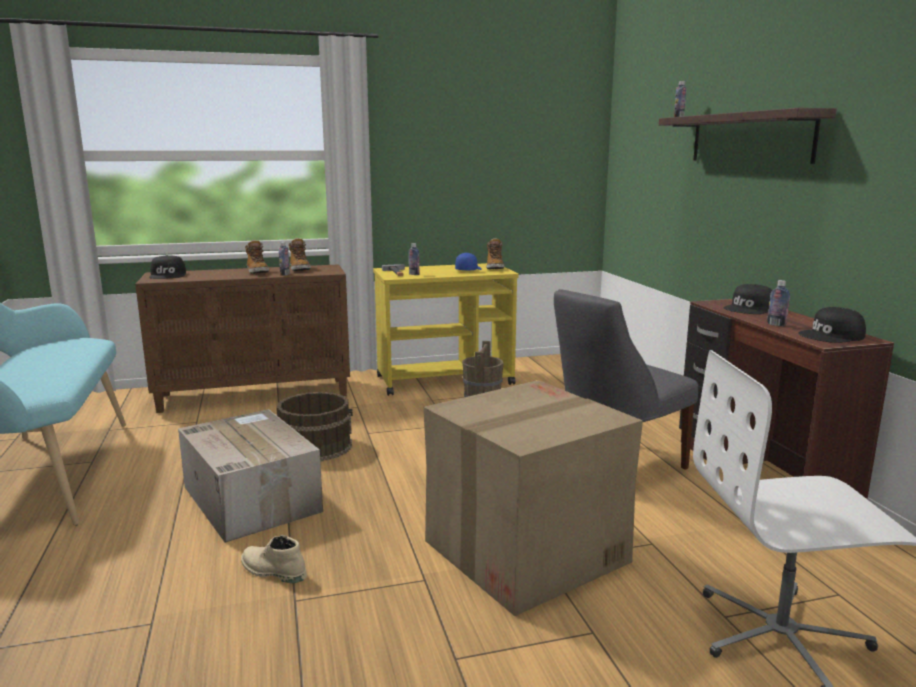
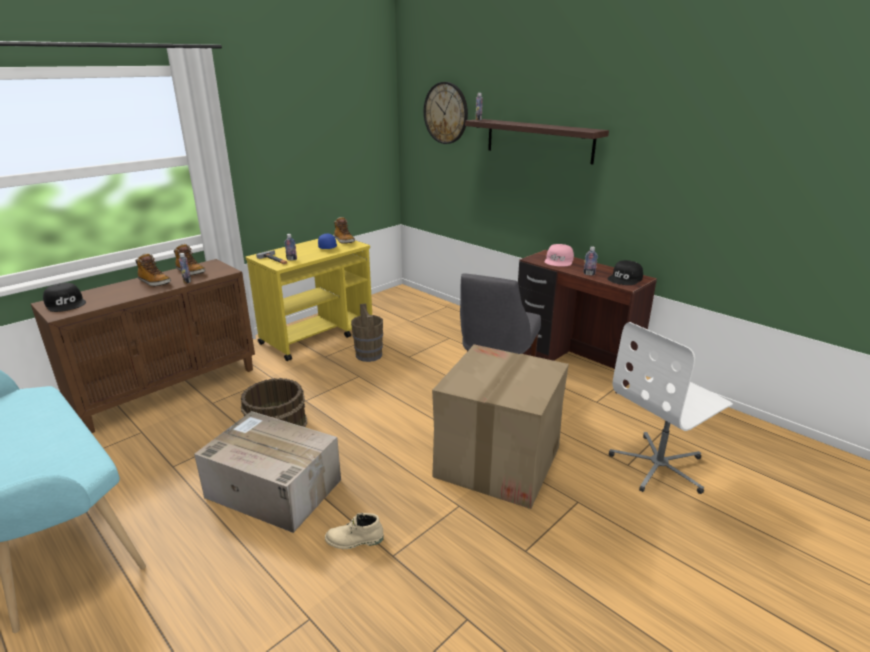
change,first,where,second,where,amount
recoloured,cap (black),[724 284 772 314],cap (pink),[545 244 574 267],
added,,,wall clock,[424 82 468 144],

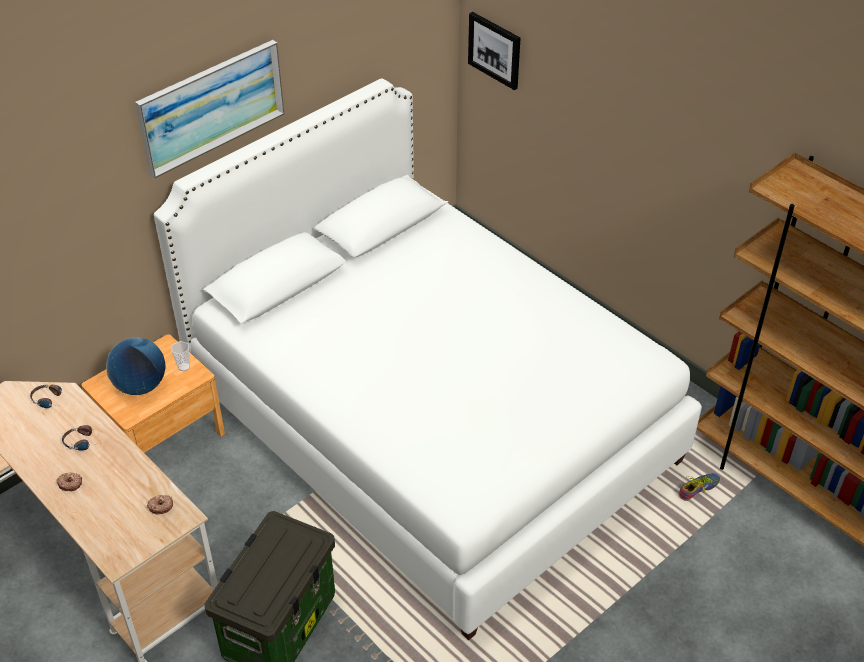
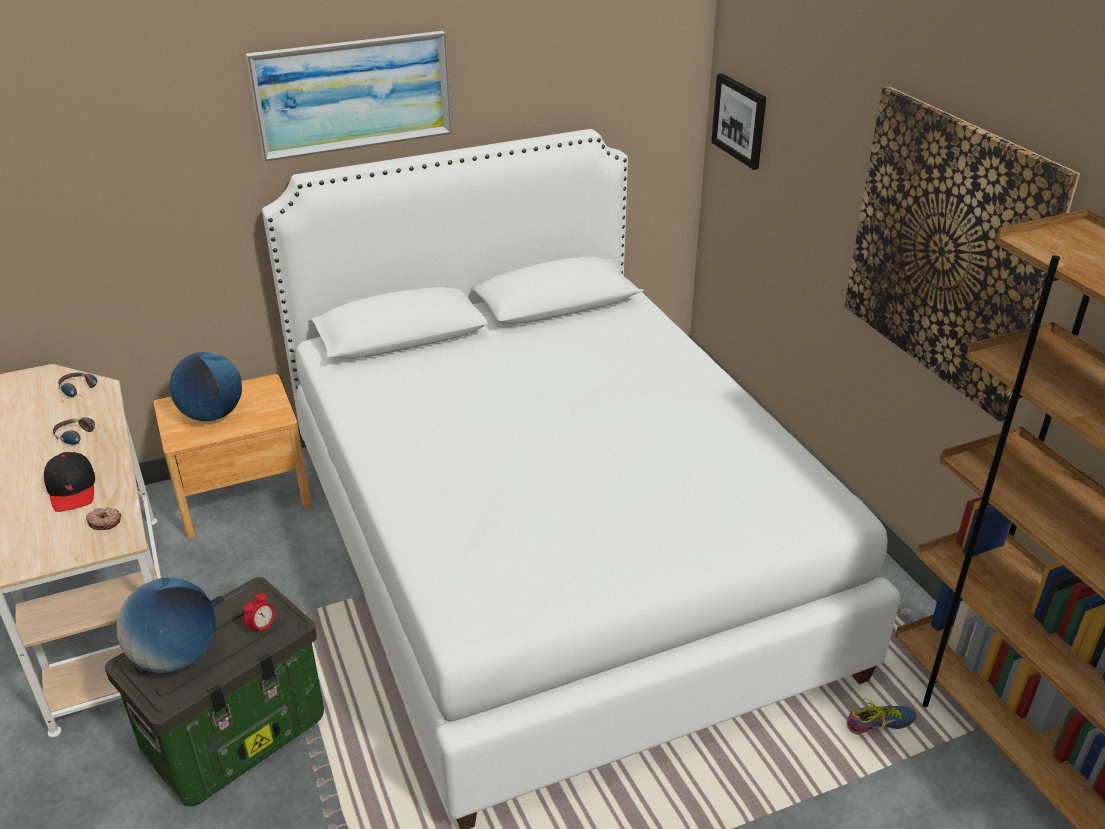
change,first,where,second,where,amount
removed,cup,[171 341 190 371],,,
removed,donut,[56 473 82 491],,,
added,,,picture,[845 87 1080 422],
added,,,cap (black),[44 452 95 512],
added,,,globe,[116 578 216 673],
added,,,alarm clock,[243 591 275 637],

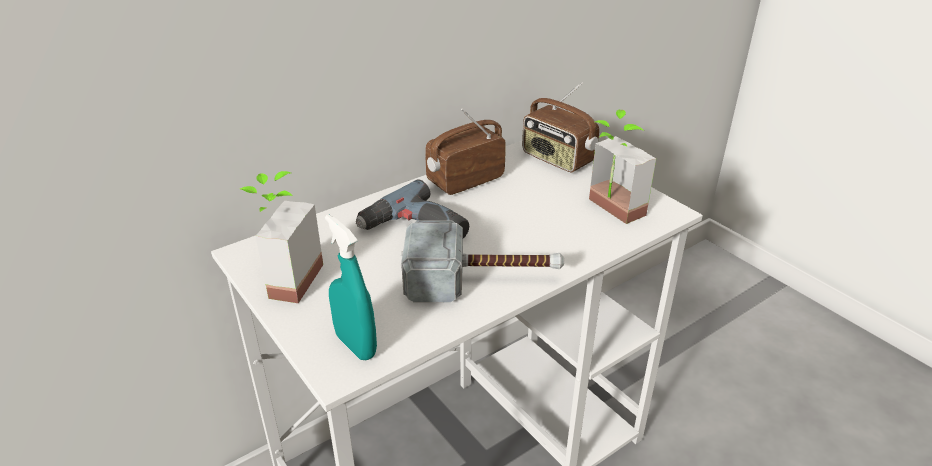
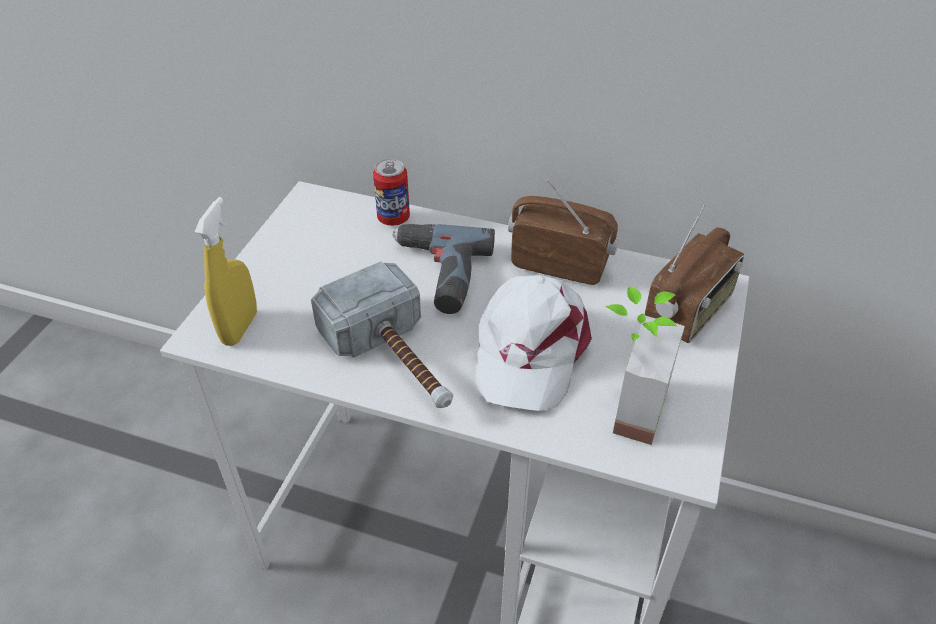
change,first,where,second,where,amount
turned,radio,[522 82 599 172],,[645 204 744 343],150 degrees counterclockwise
removed,potted plant,[240 171 323 303],,,
recoloured,spray bottle (turquoise),[325 214 377 360],spray bottle (yellow),[195 197 257 346],
added,,,can,[373 159 410 226],
added,,,cap (white),[475 275 592 411],

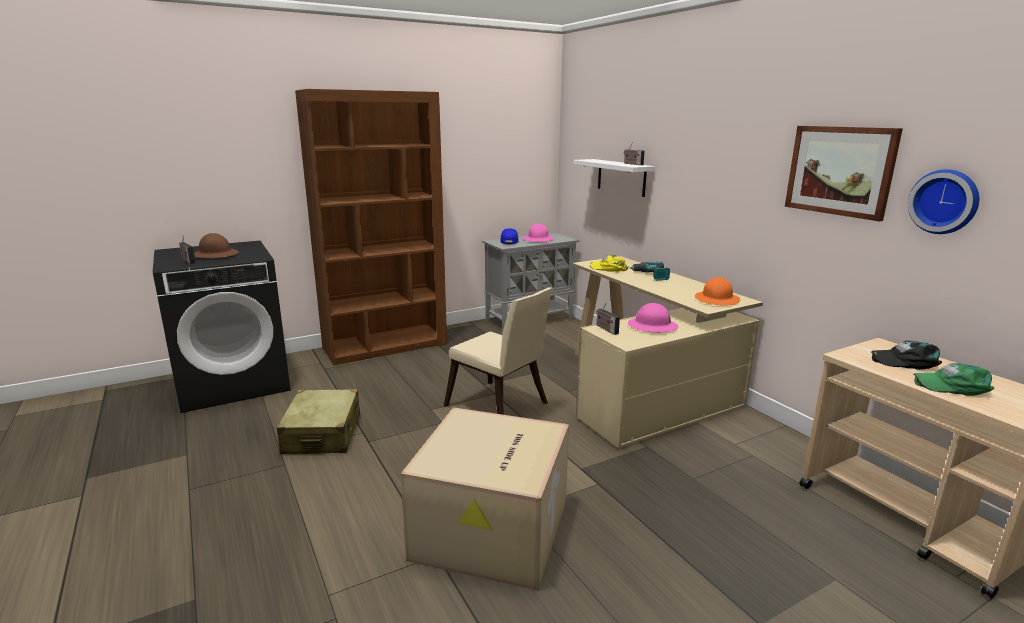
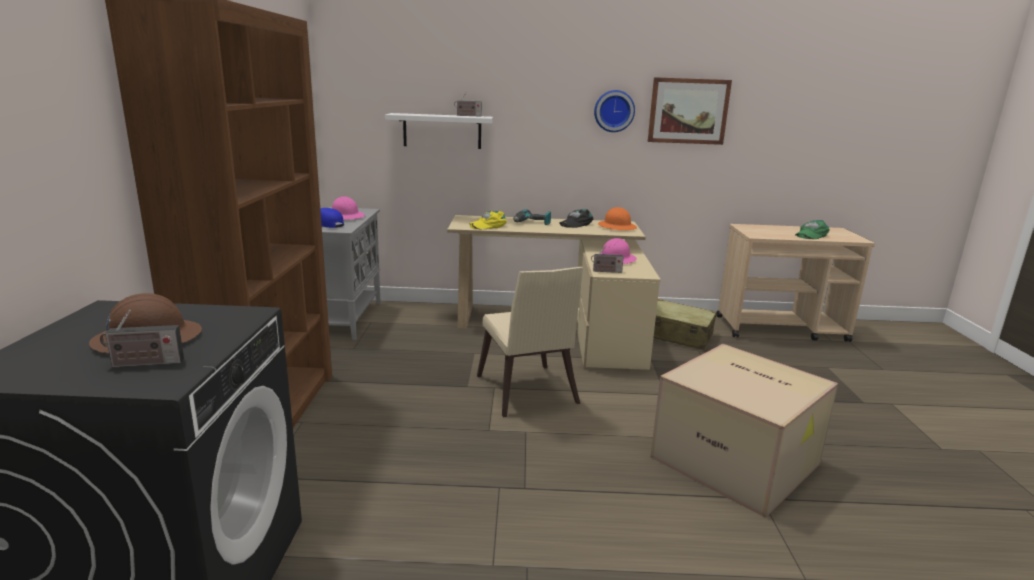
change,first,where,second,where,amount
moved,wall clock,[908 169 979 234],,[594 90 635 132],
turned,chair (beige),[444 287 552 415],,[477 267 583 417],90 degrees clockwise
moved,cap (black),[871 340 942 370],,[559 209 593 228],
moved,suitcase (beige),[277 389 360 454],,[654 299 717 350],

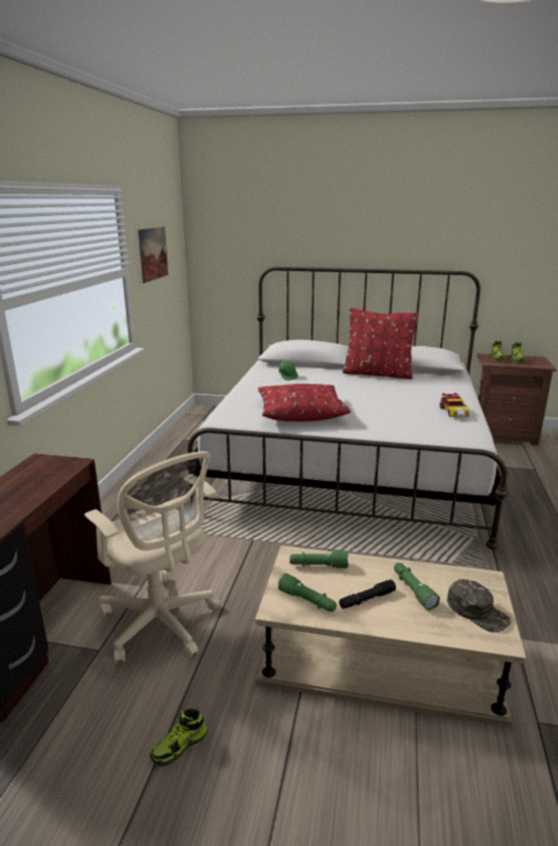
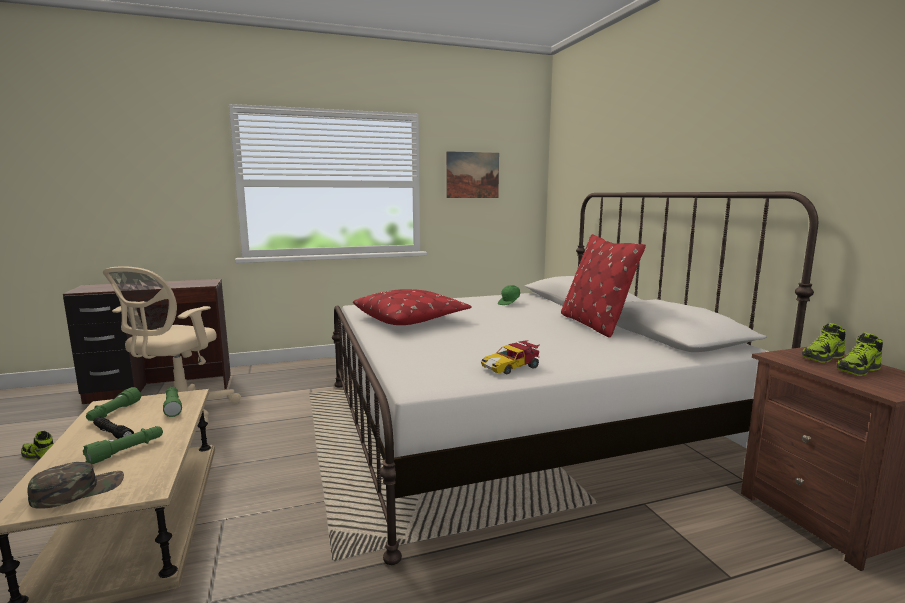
change,first,where,second,where,amount
turned,cap (green),[447 579 511 633],,[27 462 124 509],150 degrees counterclockwise

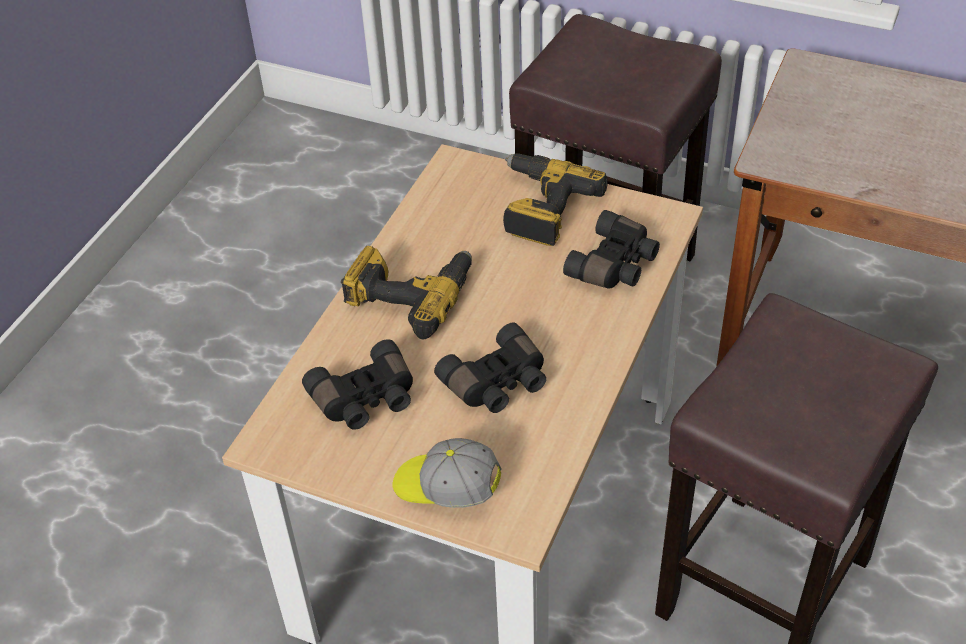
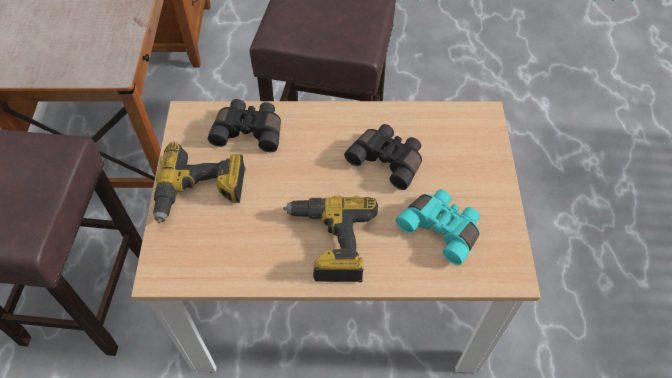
change,first,where,second,where,amount
recoloured,binoculars (black),[302 339 413 430],binoculars (turquoise),[396 189 480 266],
removed,cap,[393 438 501 508],,,

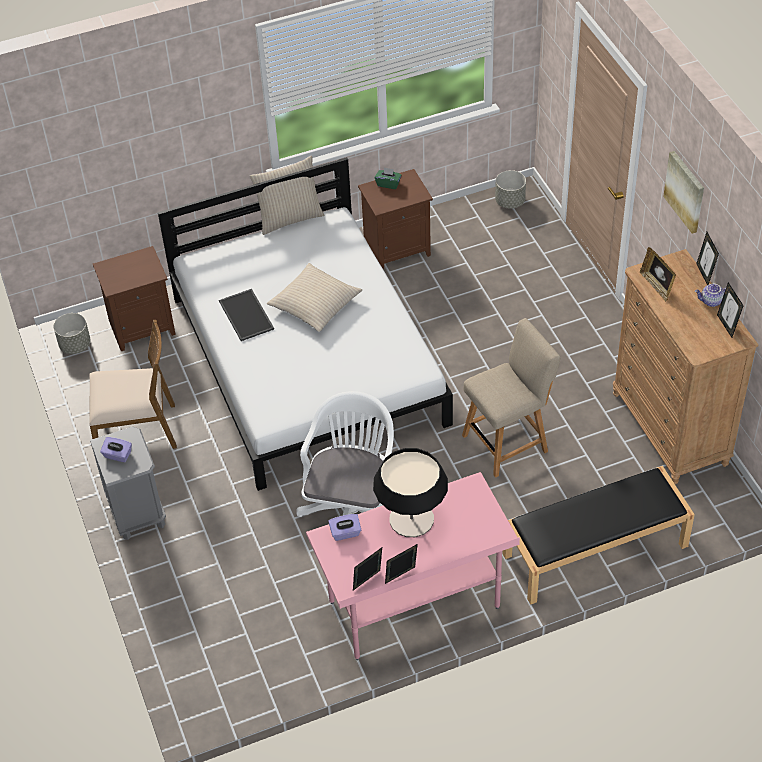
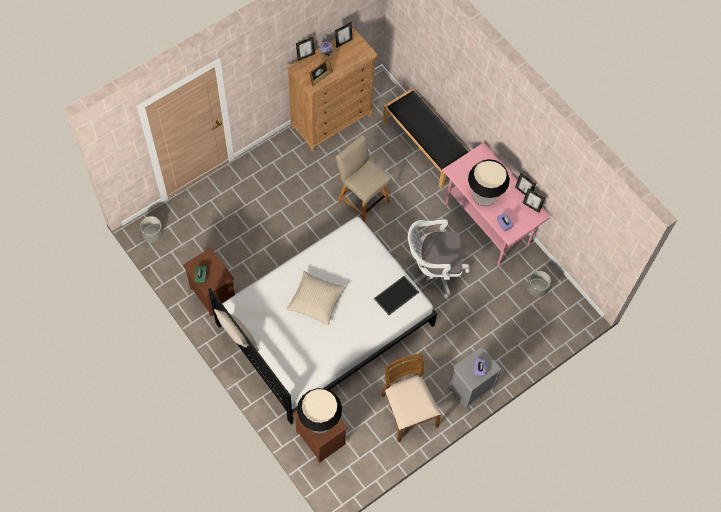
change,first,where,second,where,amount
removed,picture,[663 151 704 234],,,
moved,tray,[219 289 274 341],,[374 276 419 315],
moved,planter (grey),[54 313 91 354],,[527 271 551 297],
added,,,table lamp,[297 388 342 434],

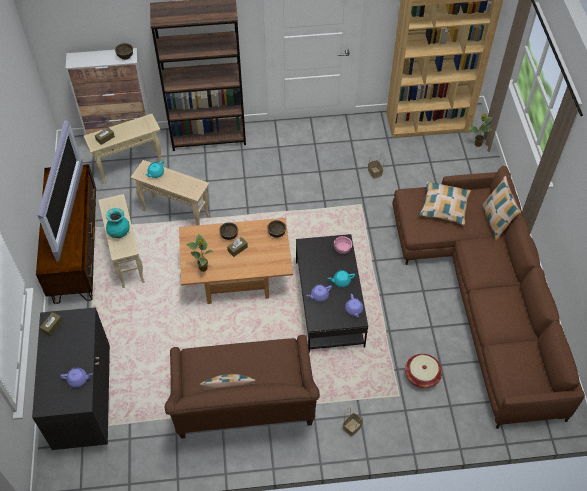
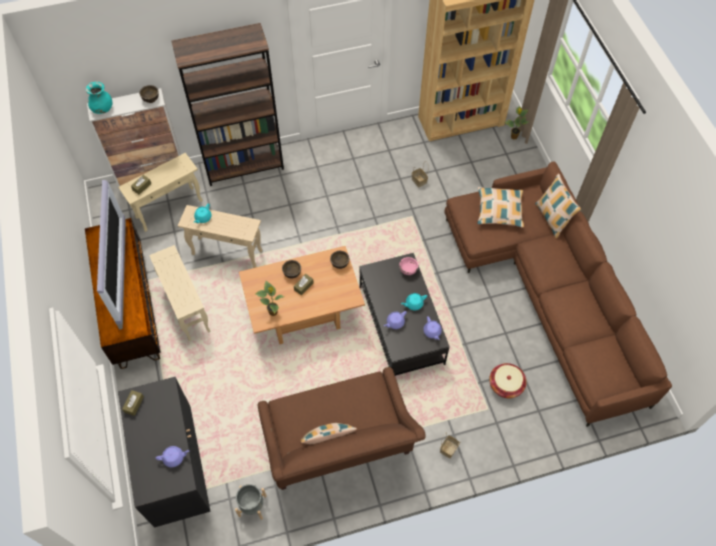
change,first,where,second,where,amount
moved,vase (turquoise),[106 208 130 238],,[86 81 112 114],
added,,,planter (grey),[235 484 267 520],

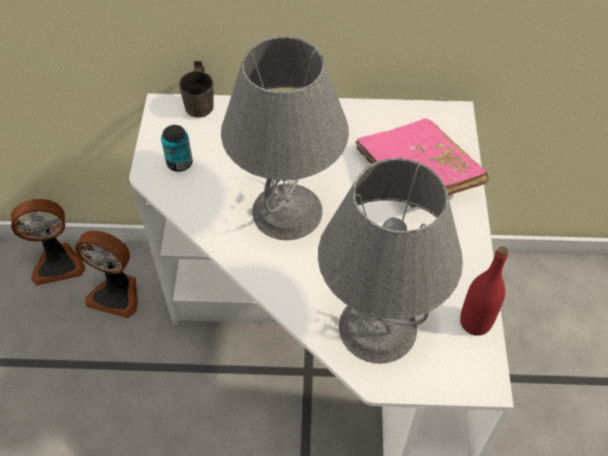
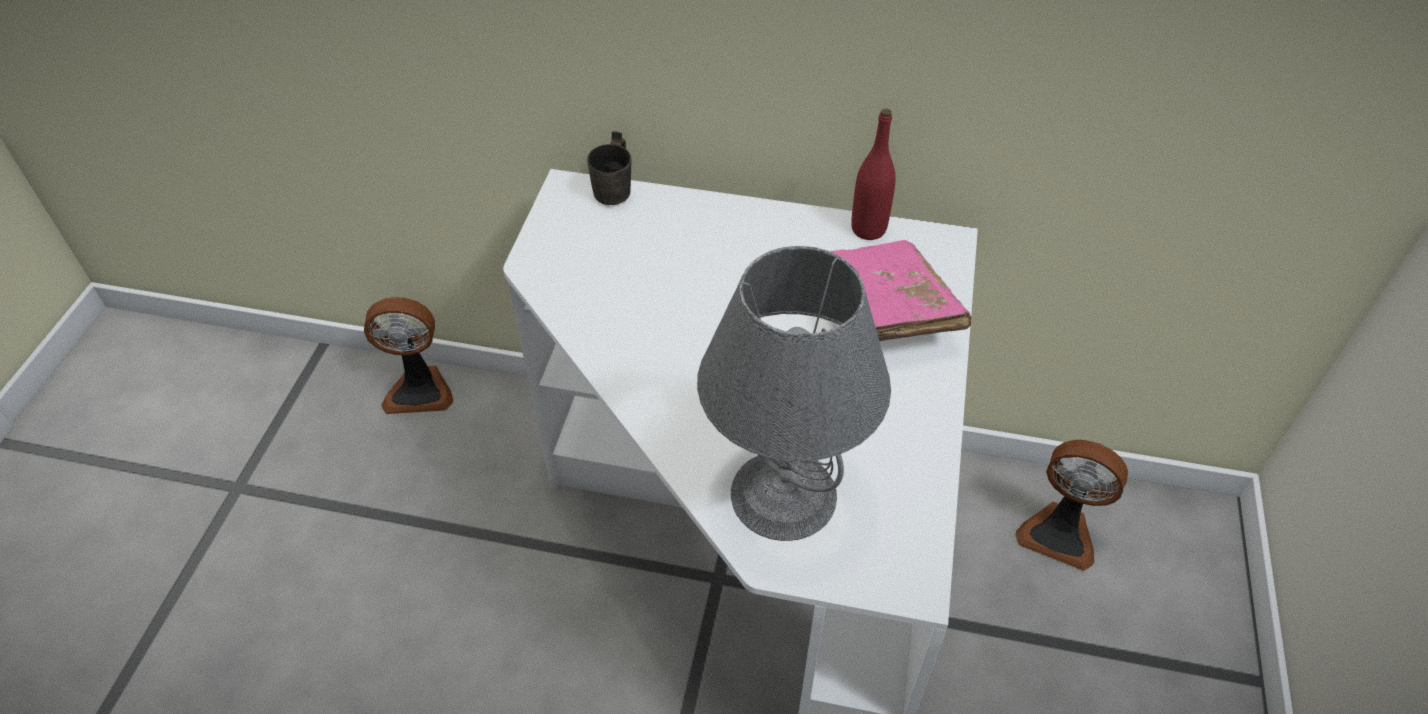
change,first,where,second,where,amount
removed,table lamp (grey),[221 36 349 240],,,
removed,can,[161 125 193 172],,,
moved,fan,[75 230 138 318],,[1016 440 1128 571],
moved,bottle (red),[460 246 508 336],,[851 109 896 240],

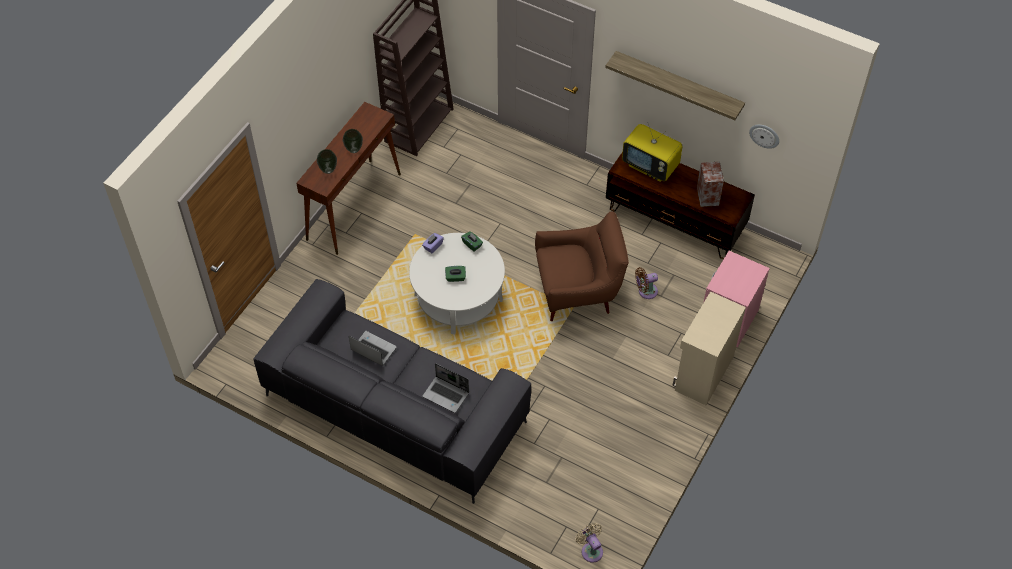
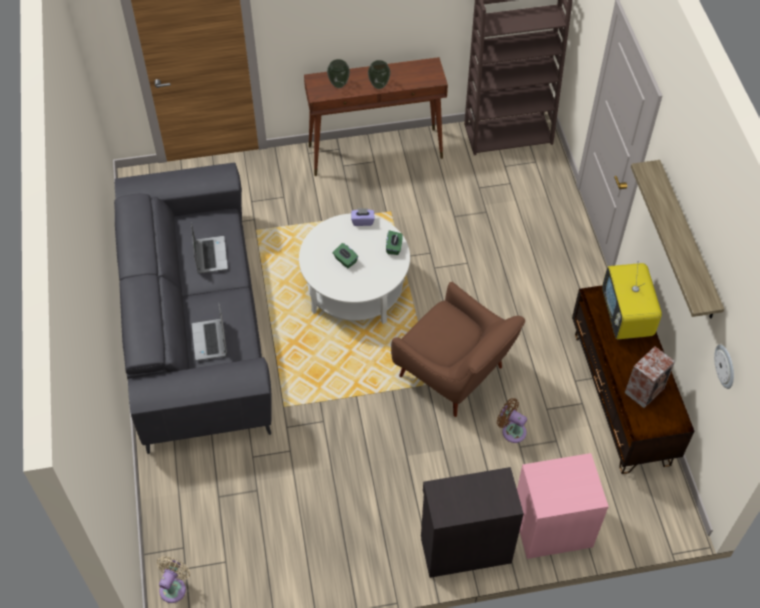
change,first,where,second,where,amount
recoloured,cabinet (beige),[672 291 746 405],cabinet (black),[421 467 524 578],

